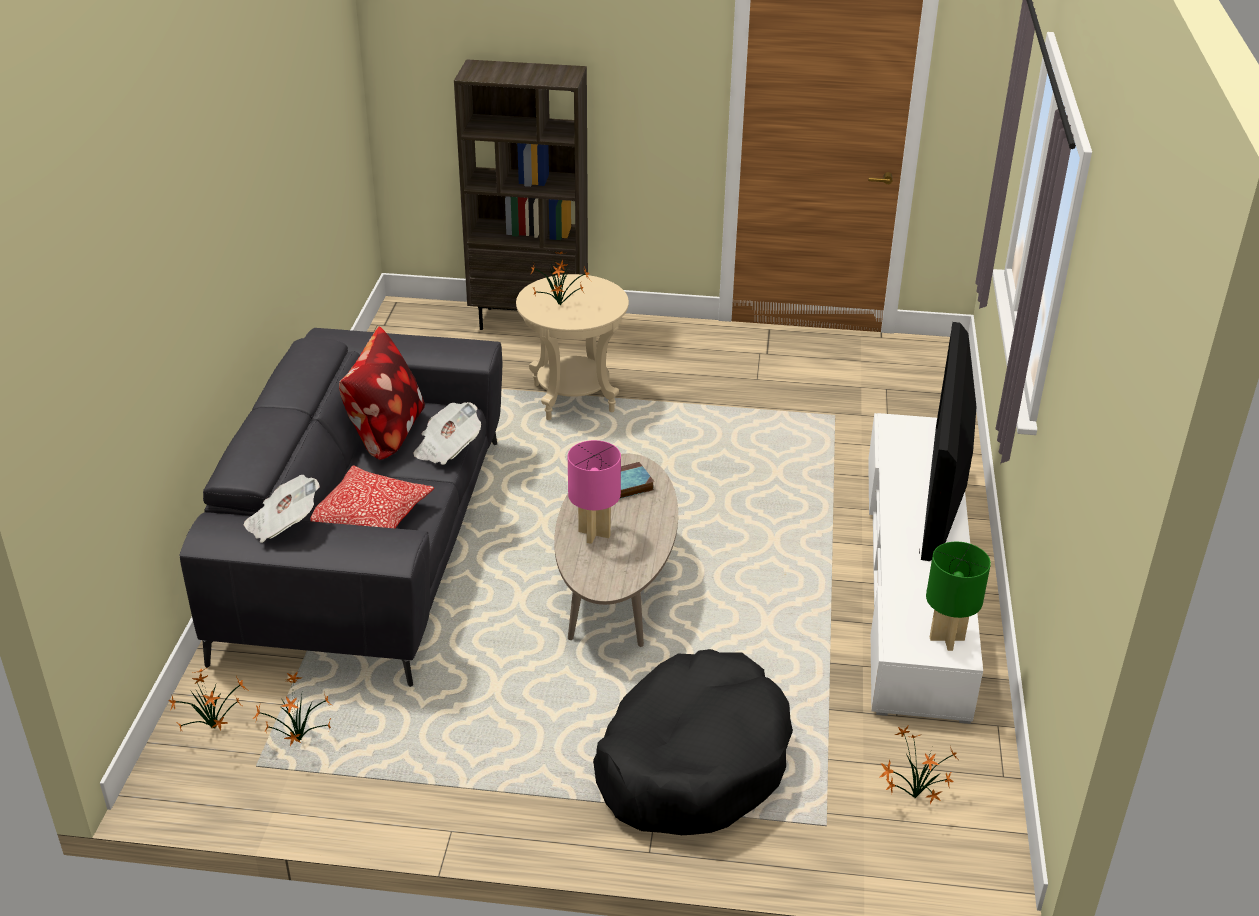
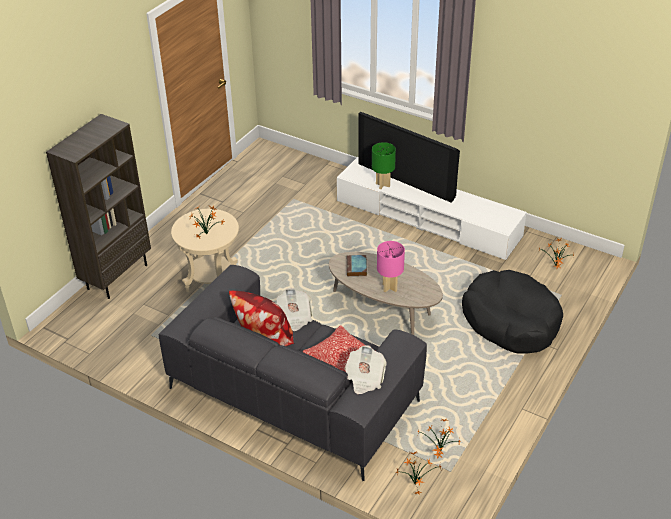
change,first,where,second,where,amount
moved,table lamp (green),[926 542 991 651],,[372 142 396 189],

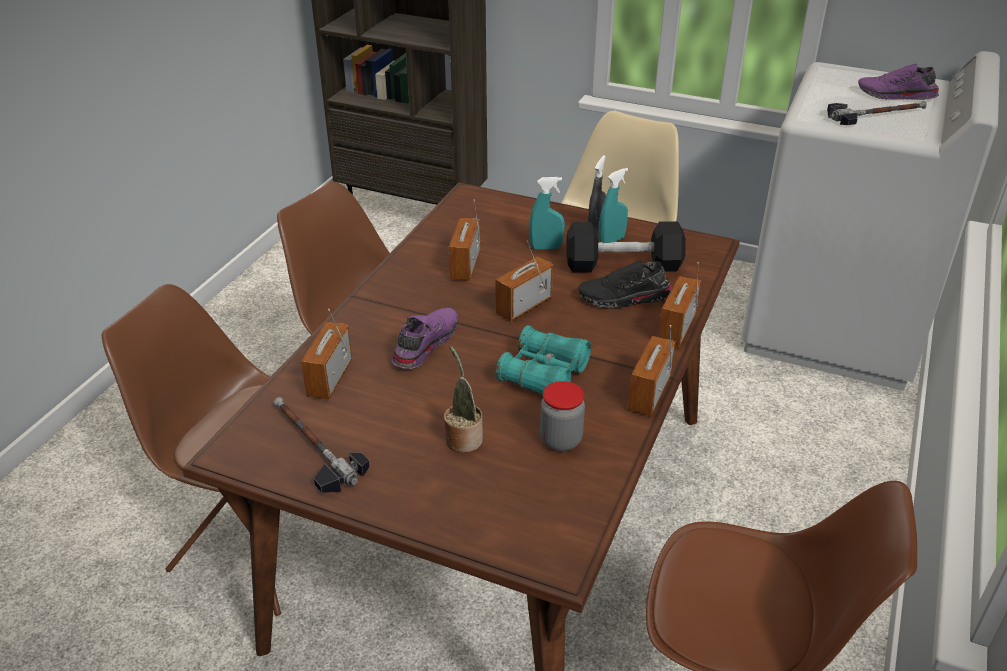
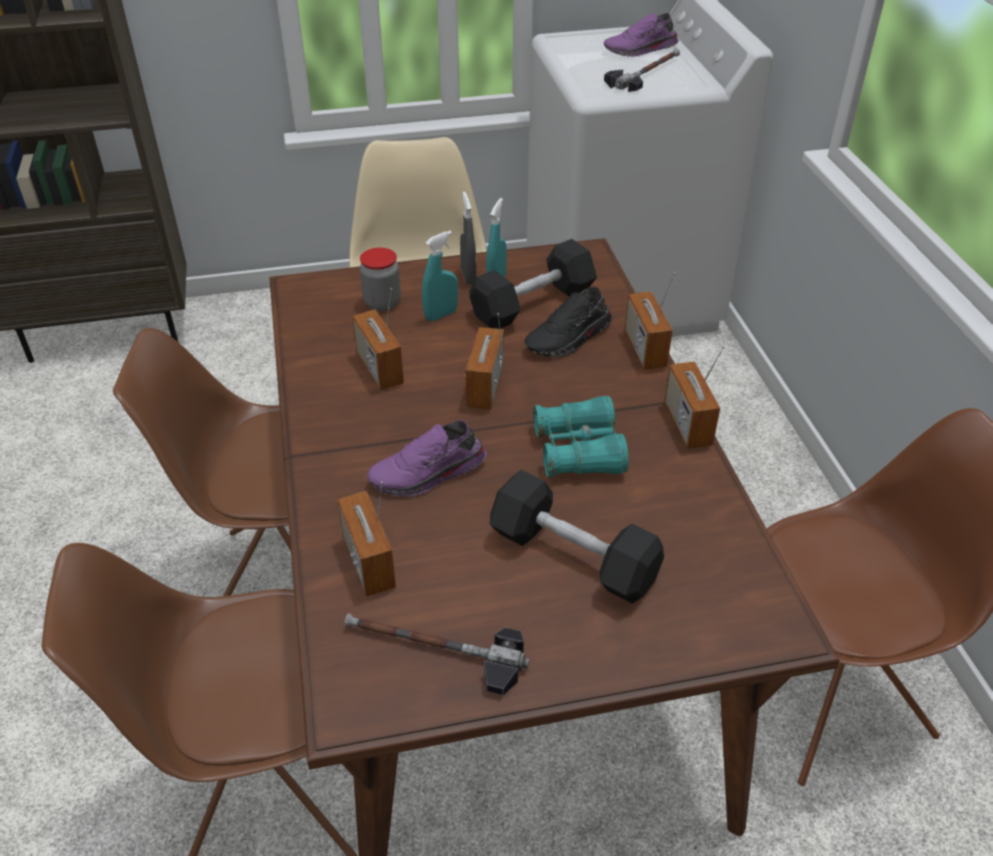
change,first,where,second,where,amount
turned,shoe (purple),[392 308 458 369],,[367 420 487 497],105 degrees counterclockwise
replaced,potted plant,[444 346 483 453],dumbbell (black),[490 470 664 604],
moved,jar,[540 381 585 451],,[360 248 401 311],

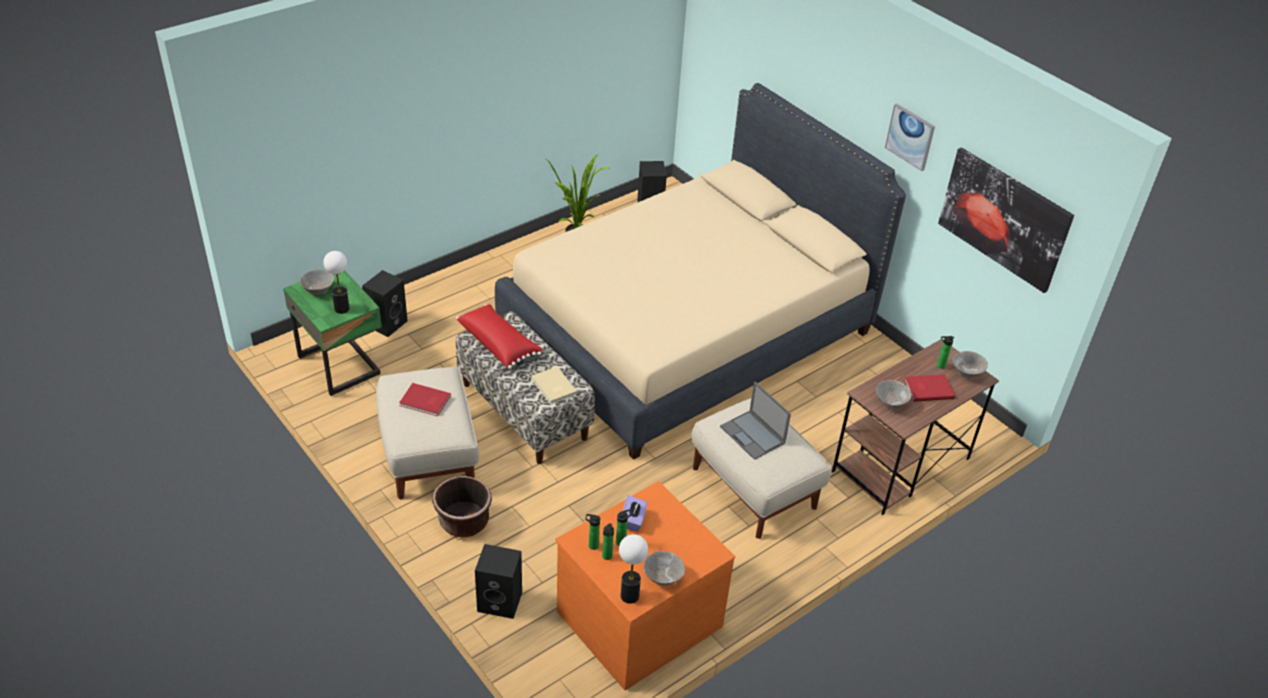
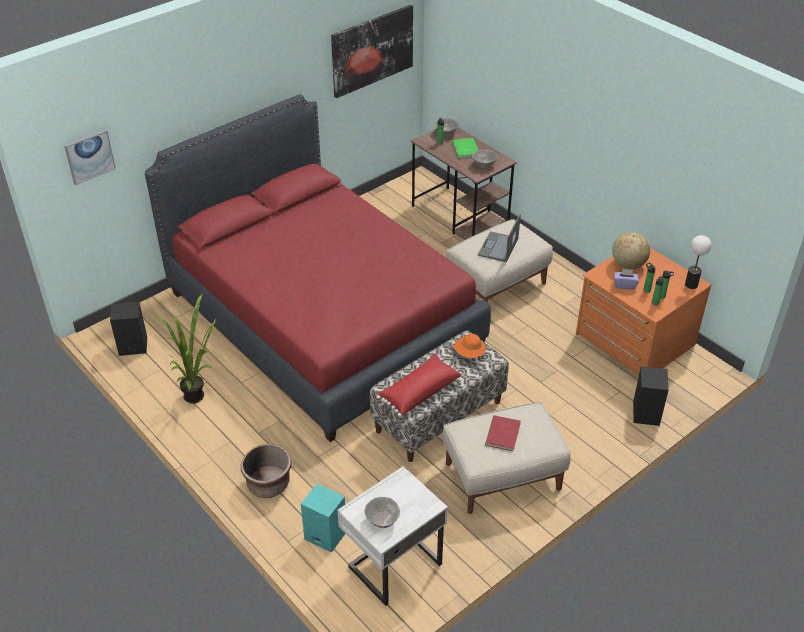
change,first,where,second,where,amount
recoloured,bed (beige),[495 83 906 460],bed (red),[145 94 491 442],
moved,picture,[885 103 935 171],,[64 130 116 185],
removed,table lamp,[323 251 350 314],,,
recoloured,speaker (black),[362 270 408 337],speaker (turquoise),[301 484 345 553],
recoloured,nightstand (green),[283 271 382 396],nightstand (white),[338 466 448 606],
replaced,book (beige),[532 366 578 404],hat (orange),[454 334 486 358],
recoloured,book (red),[904 374 955 402],book (green),[452 138 478 158],
turned,laptop,[720 382 791 460],,[478 214 521 262],150 degrees clockwise
moved,planter (brown),[432 476 492 537],,[241 444 292 498],
removed,bowl (grey),[644 551 685 586],,,
added,,,globe,[612 232 650 269],

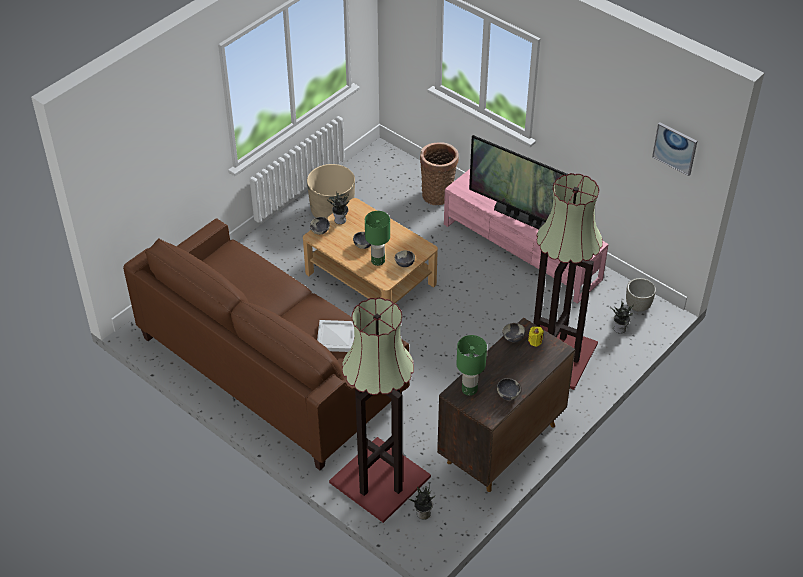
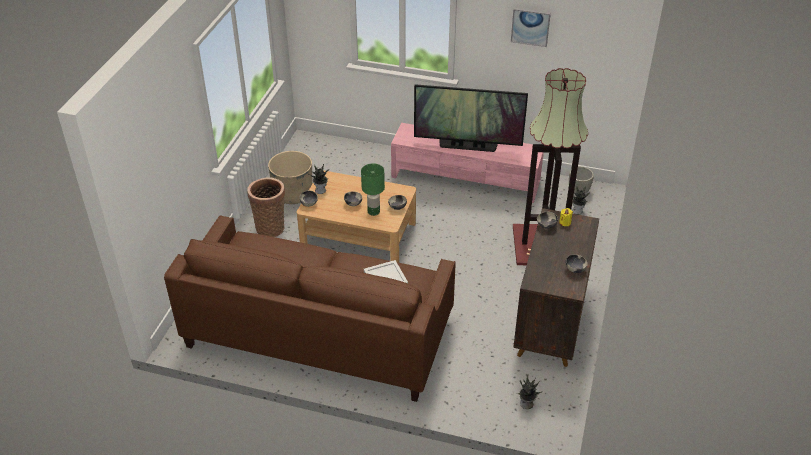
change,first,where,second,where,amount
moved,picture,[652 122 697 176],,[511 8 551 47],
moved,basket,[420 142 459 205],,[247 177 285 237],
removed,floor lamp,[329 297 431 523],,,
removed,table lamp (green),[456 335 487 396],,,

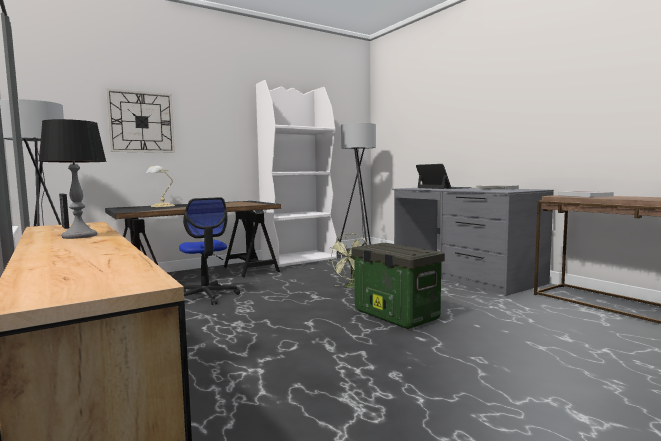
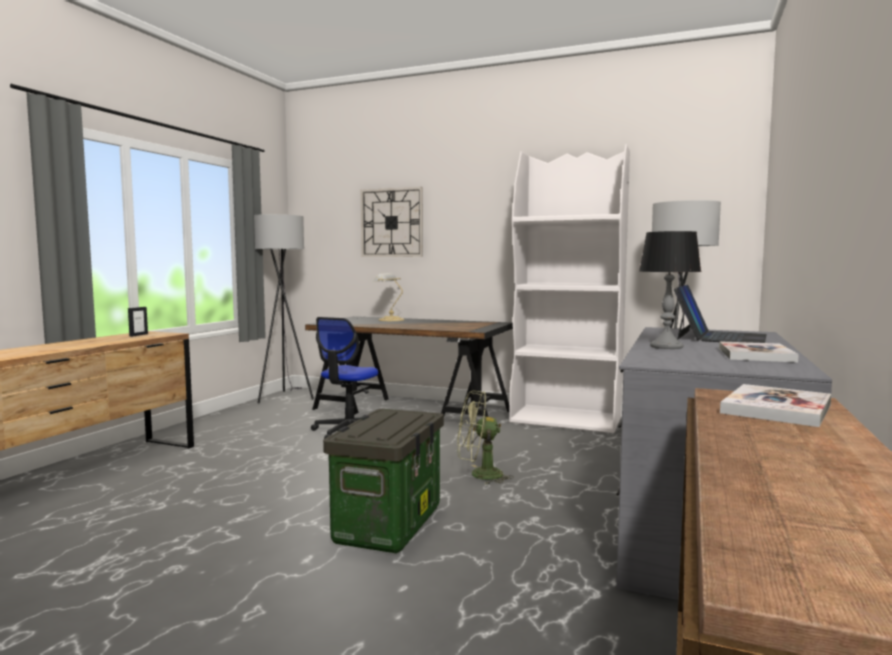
change,first,where,second,where,amount
moved,table lamp,[39 119 107 239],,[639 231 701 349],

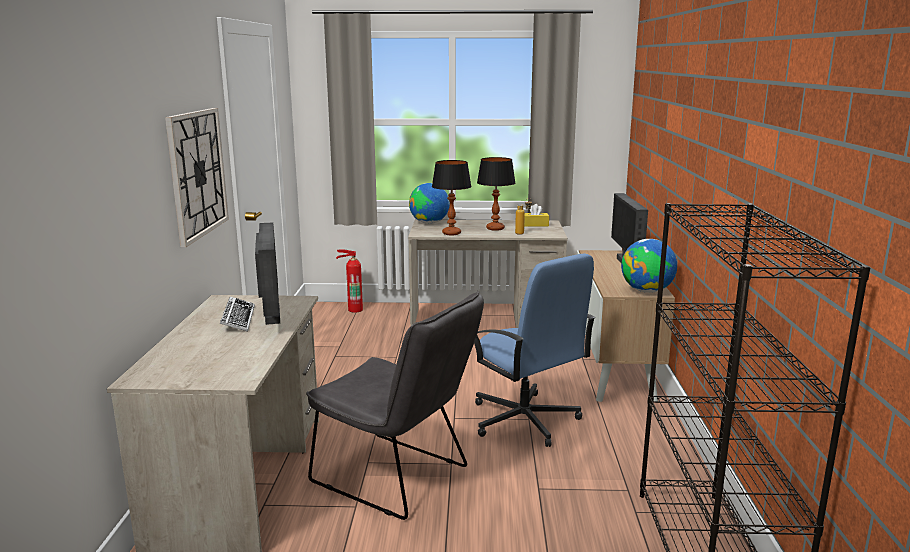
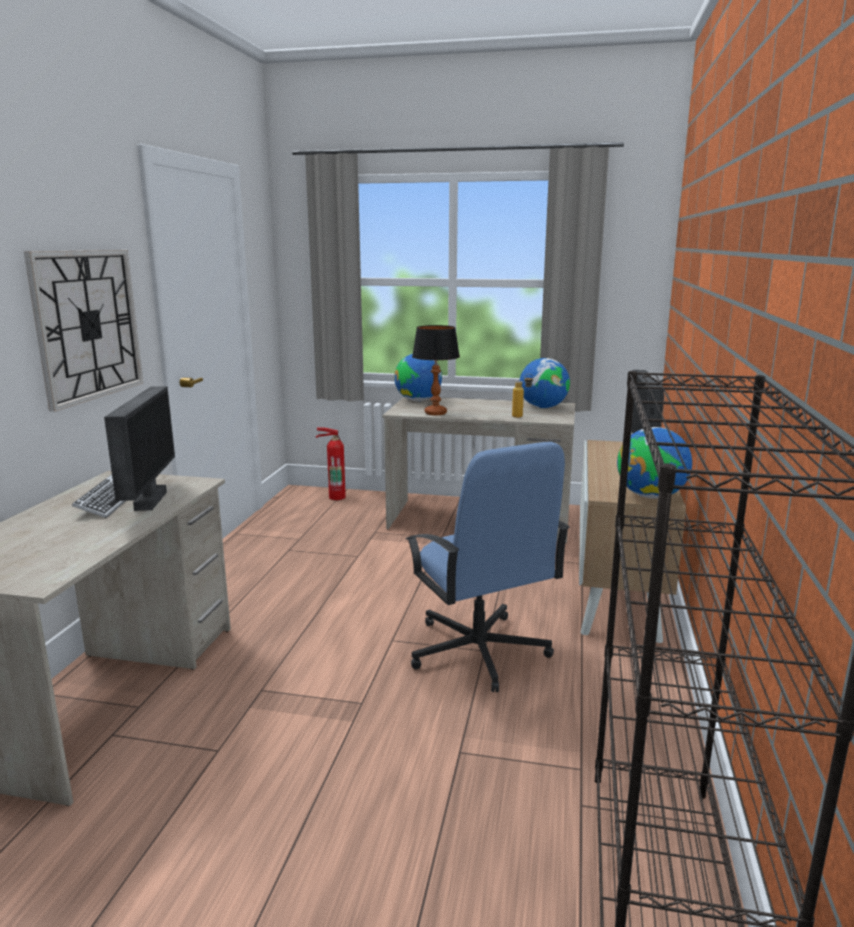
change,first,where,second,where,amount
removed,table lamp,[477 157 516 231],,,
replaced,tissue box (yellow),[524 204 549 227],globe,[520 358 570 408],
removed,chair (grey),[306 291 484 520],,,

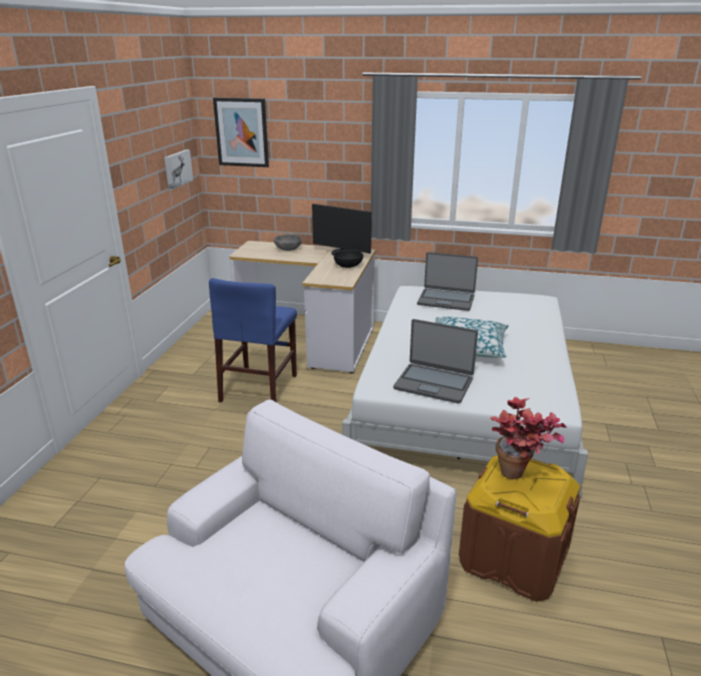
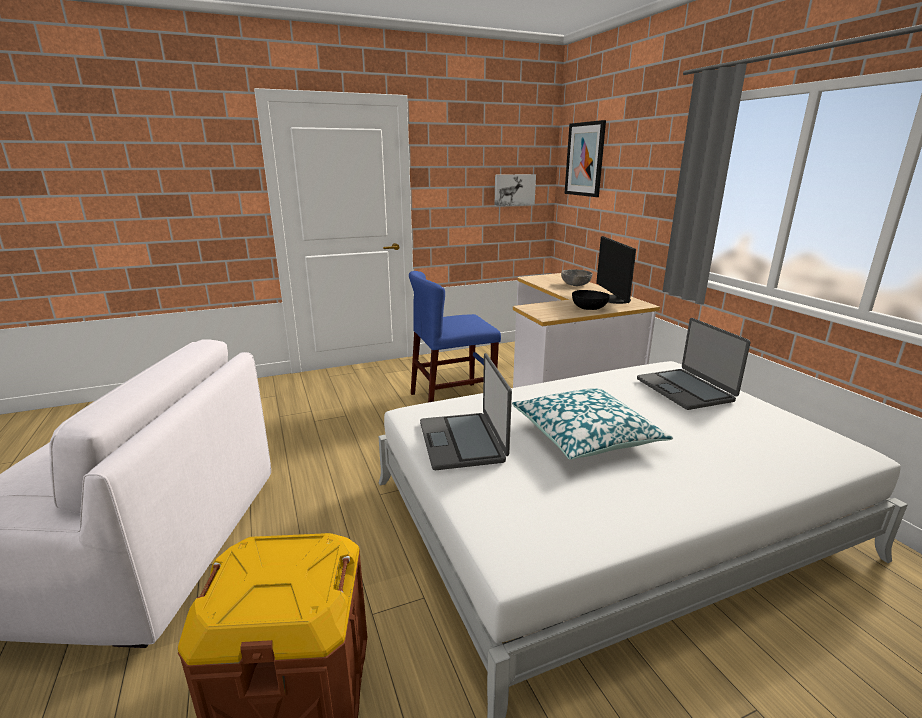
change,first,where,second,where,amount
removed,potted plant,[490 397 566 479],,,

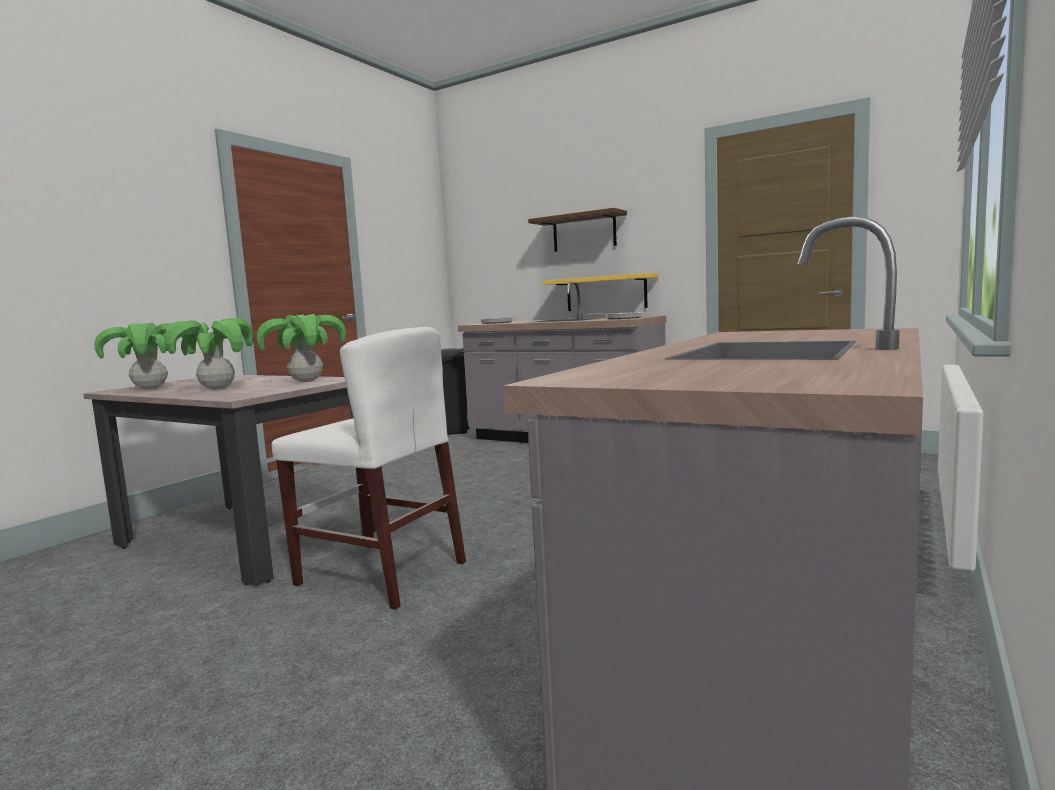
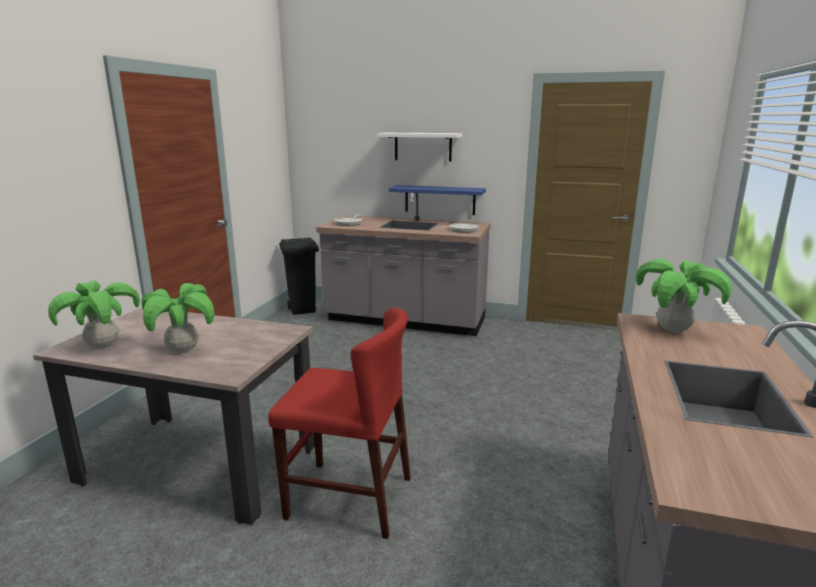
change,first,where,second,where,amount
recoloured,shelf (brown),[528 208 627 252],shelf (white),[377 133 462 162],
recoloured,shelf (yellow),[543 273 659 311],shelf (blue),[388 185 486 215],
moved,potted plant,[257 314 346 382],,[636 259 732 333],
recoloured,chair (white),[272 327 466 610],chair (red),[268 308 411 539],

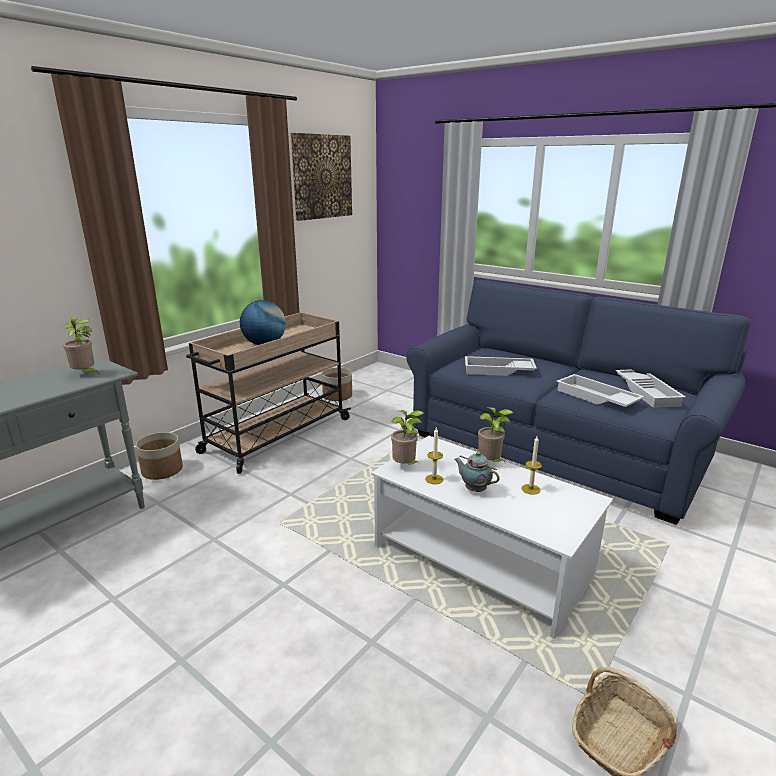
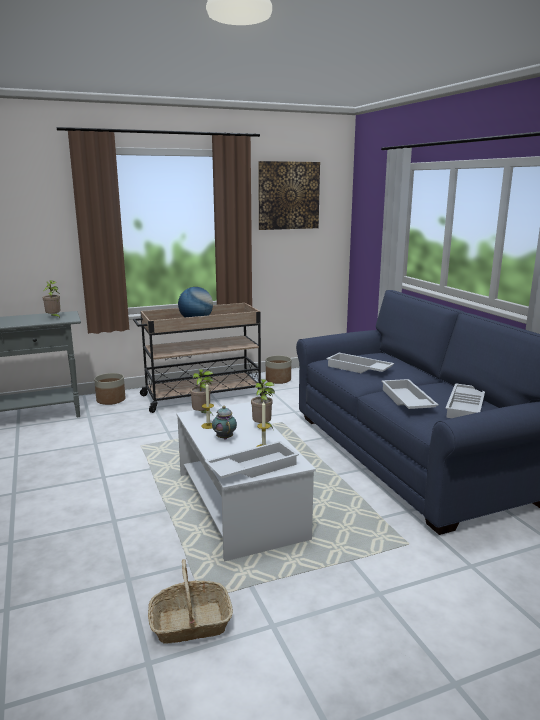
change,first,where,second,where,amount
added,,,tray (white),[205 441 299 478],

